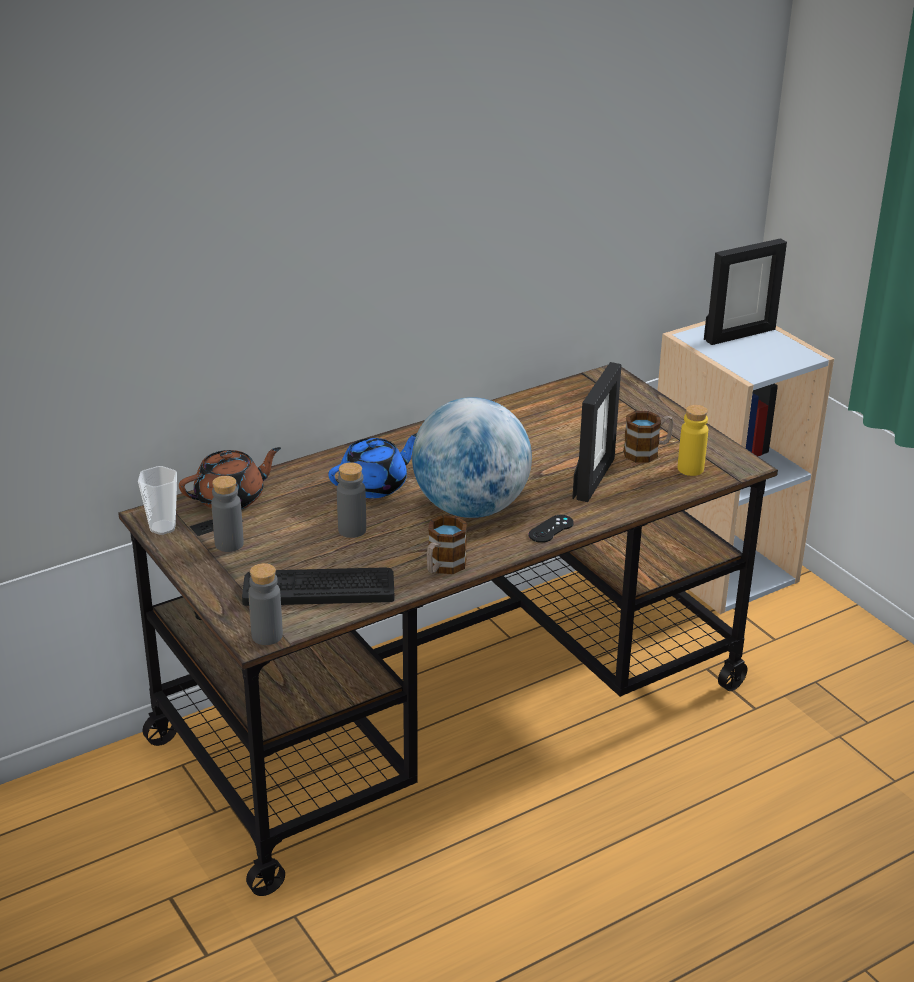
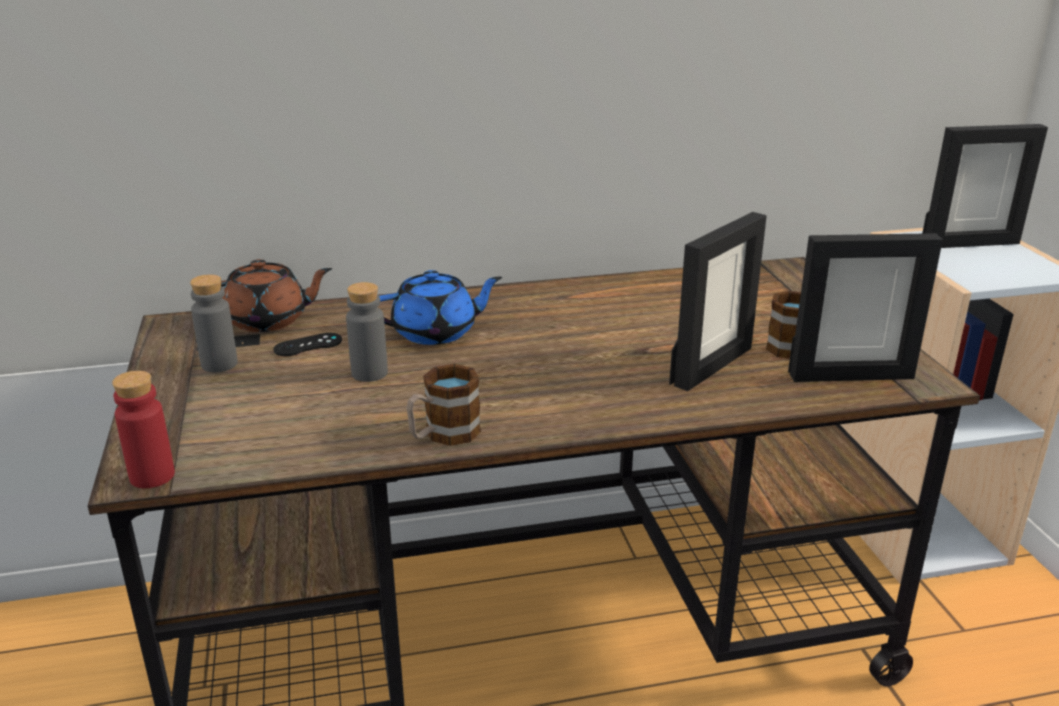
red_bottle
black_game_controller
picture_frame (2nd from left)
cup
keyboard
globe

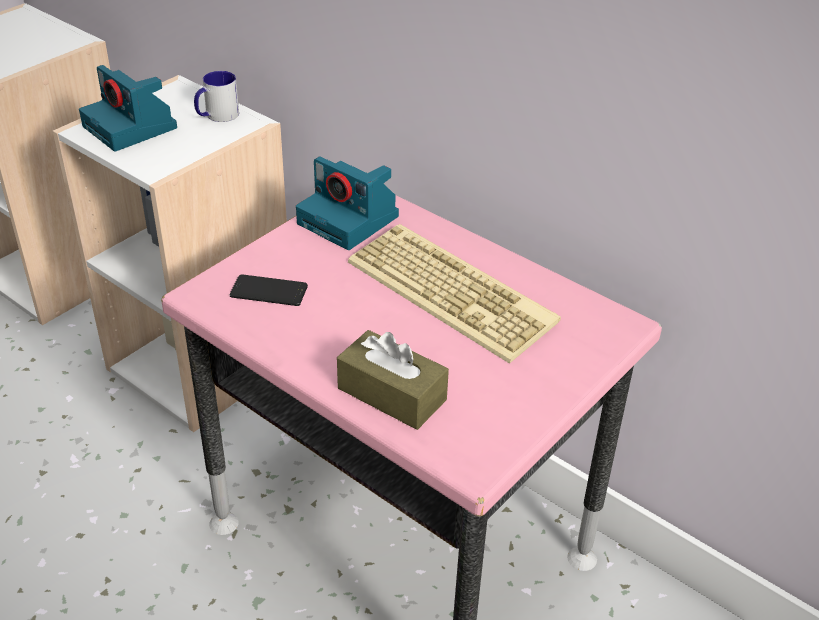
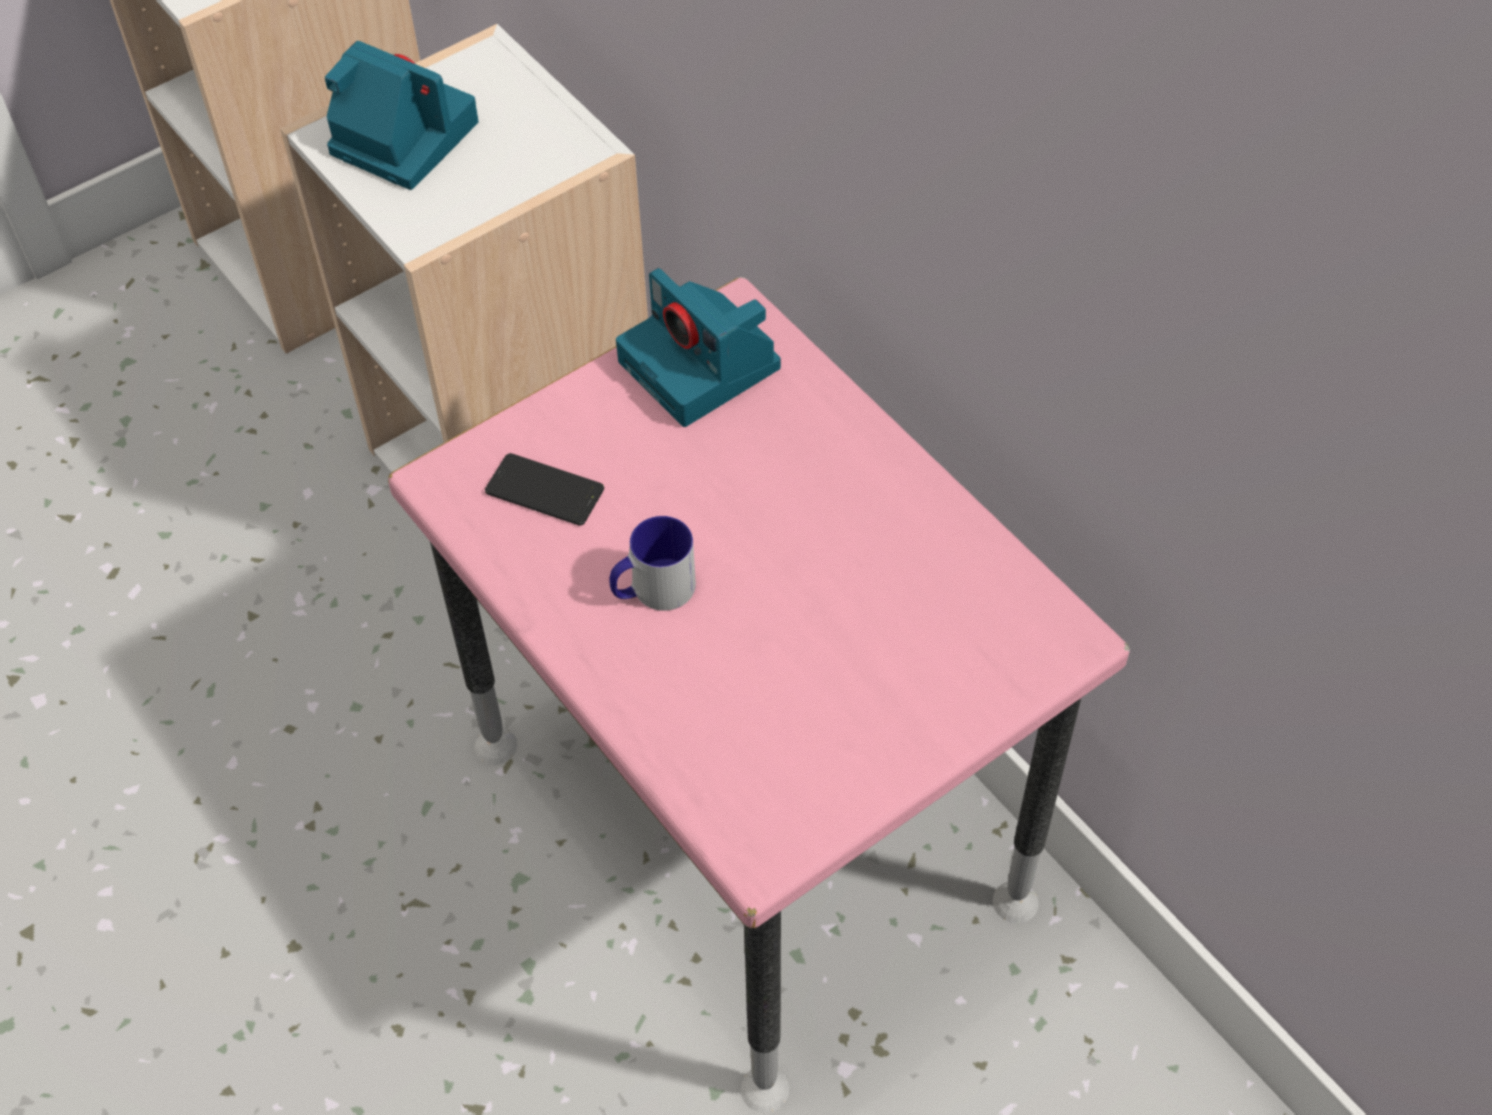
photo_camera (1st from left)
mug
brown_tissue_box
keyboard

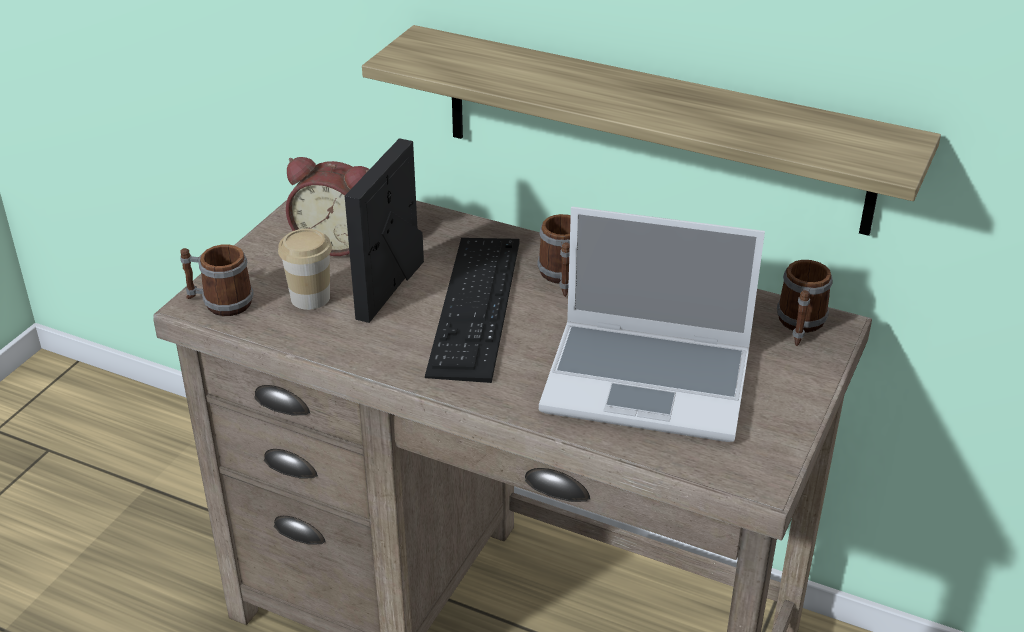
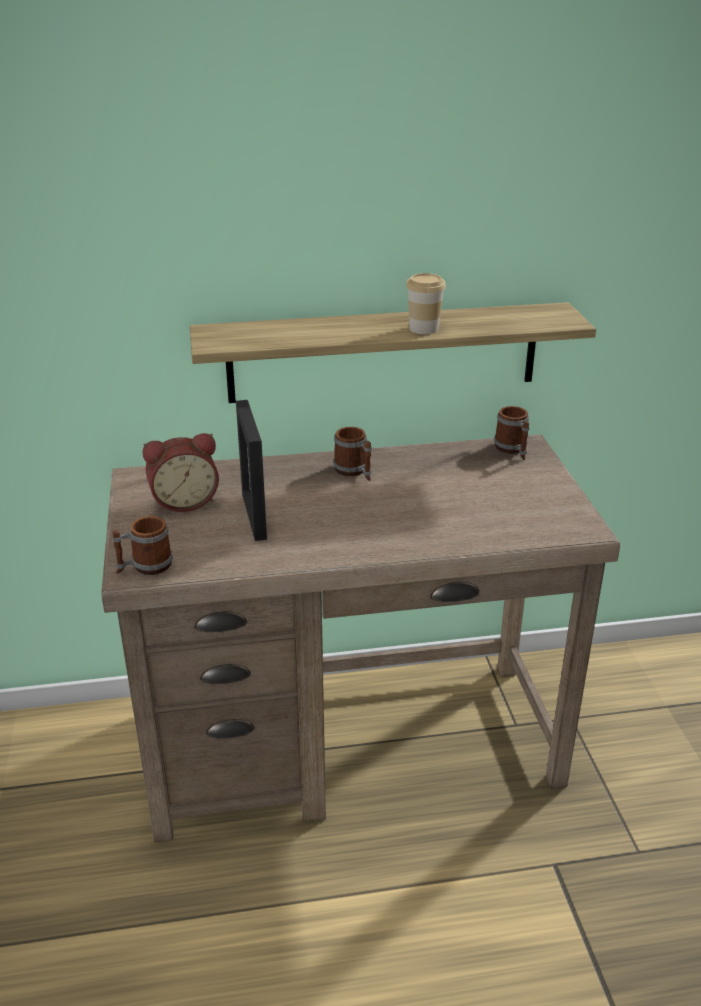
cup
keyboard
laptop

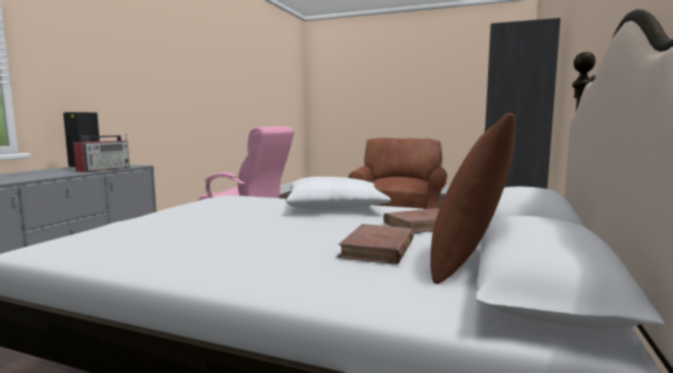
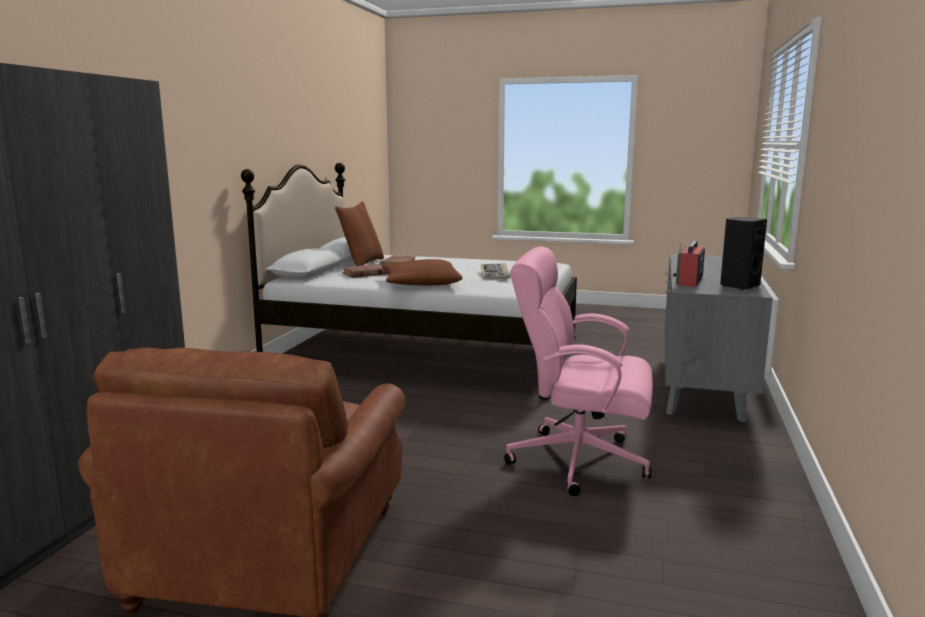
brown_pillow (2nd from left)
keyboard

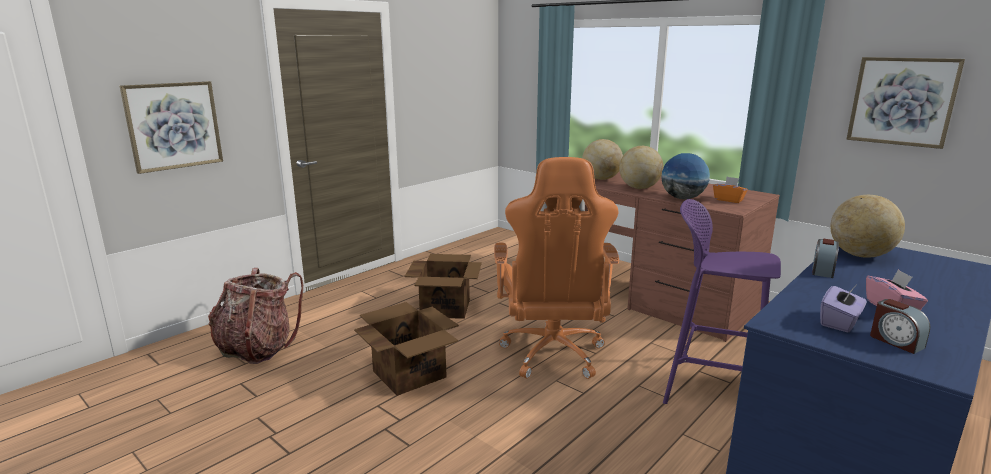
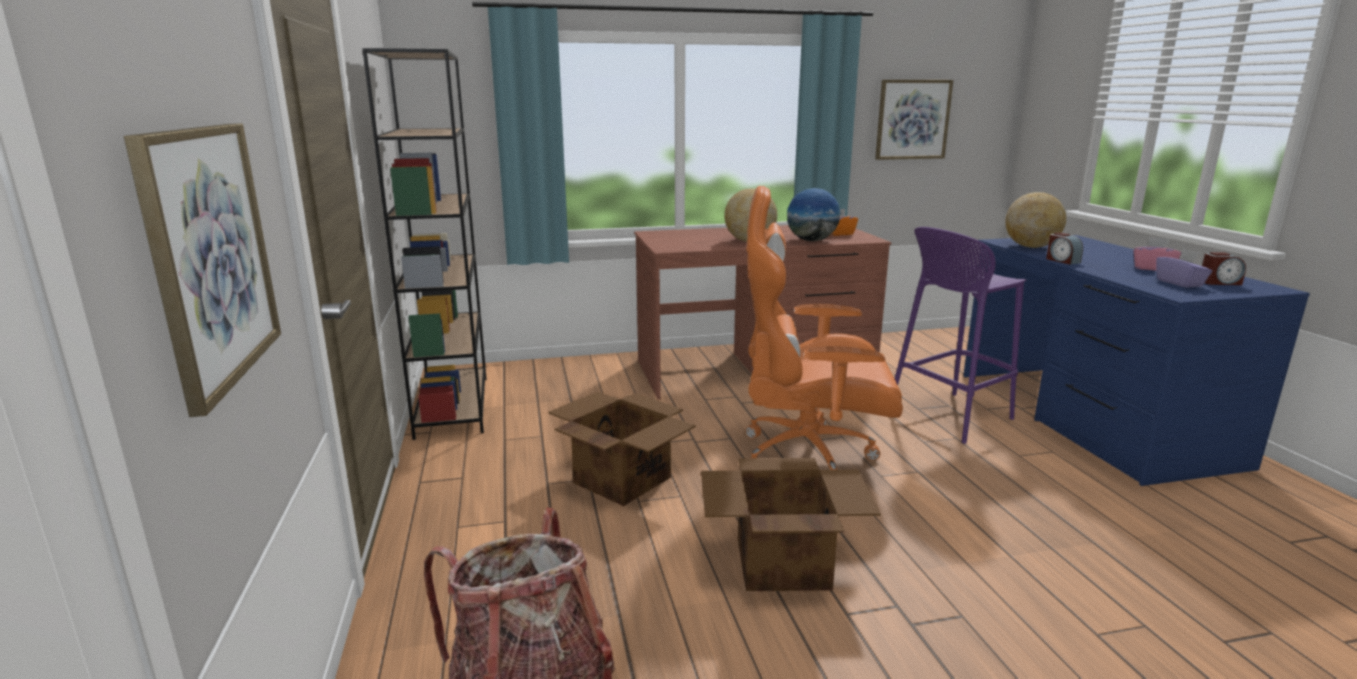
beige_bookcase
orange_office_chair
globe (1st from left in the first image)

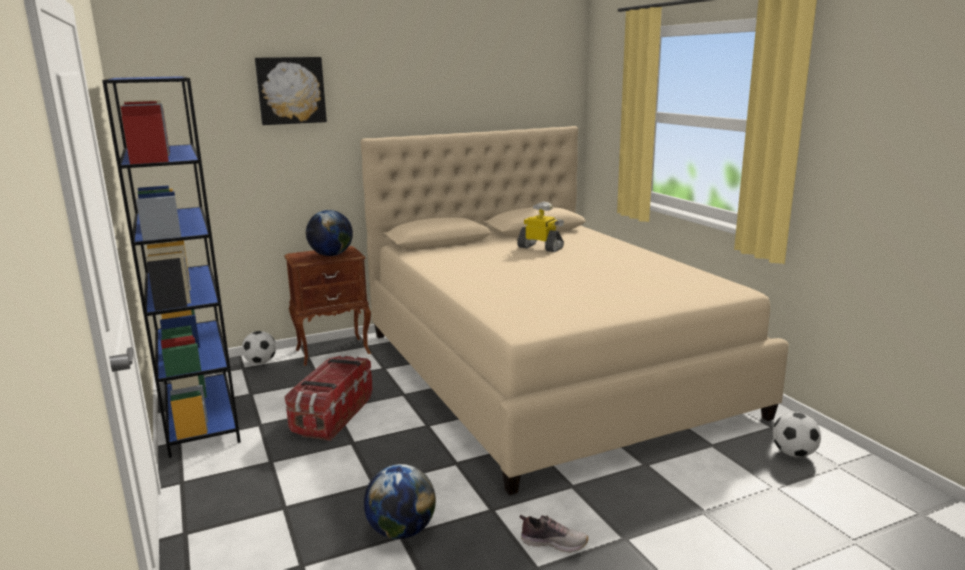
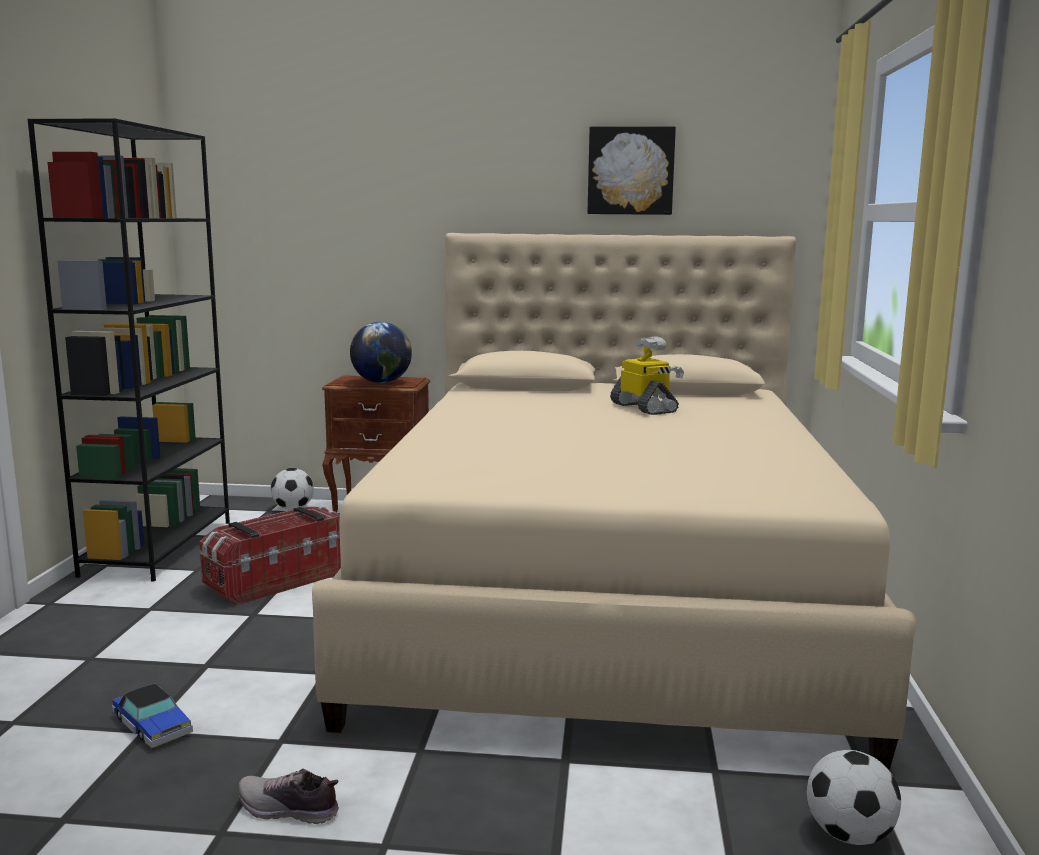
black_bookcase
toy_car
shoe
picture

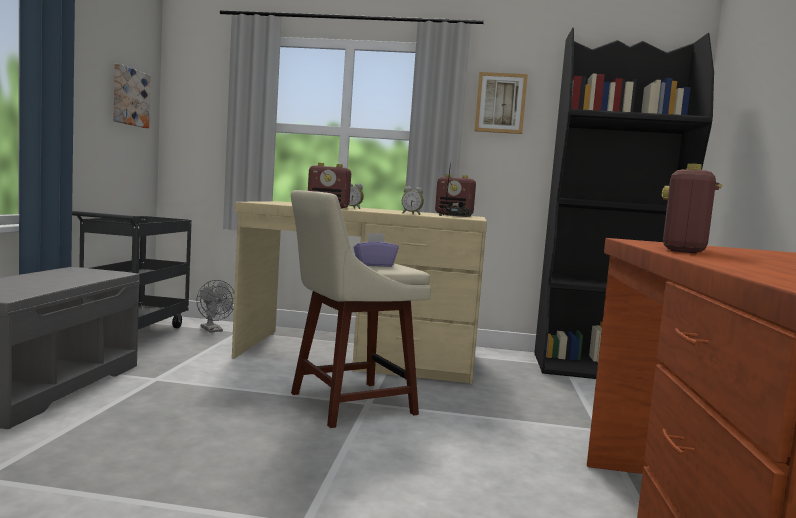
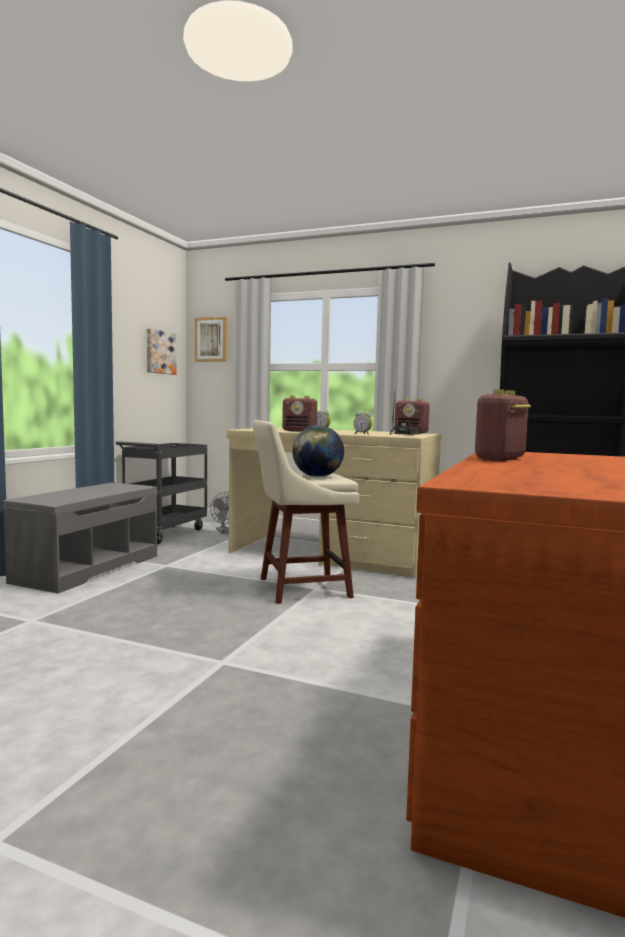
picture (2nd from left)
globe

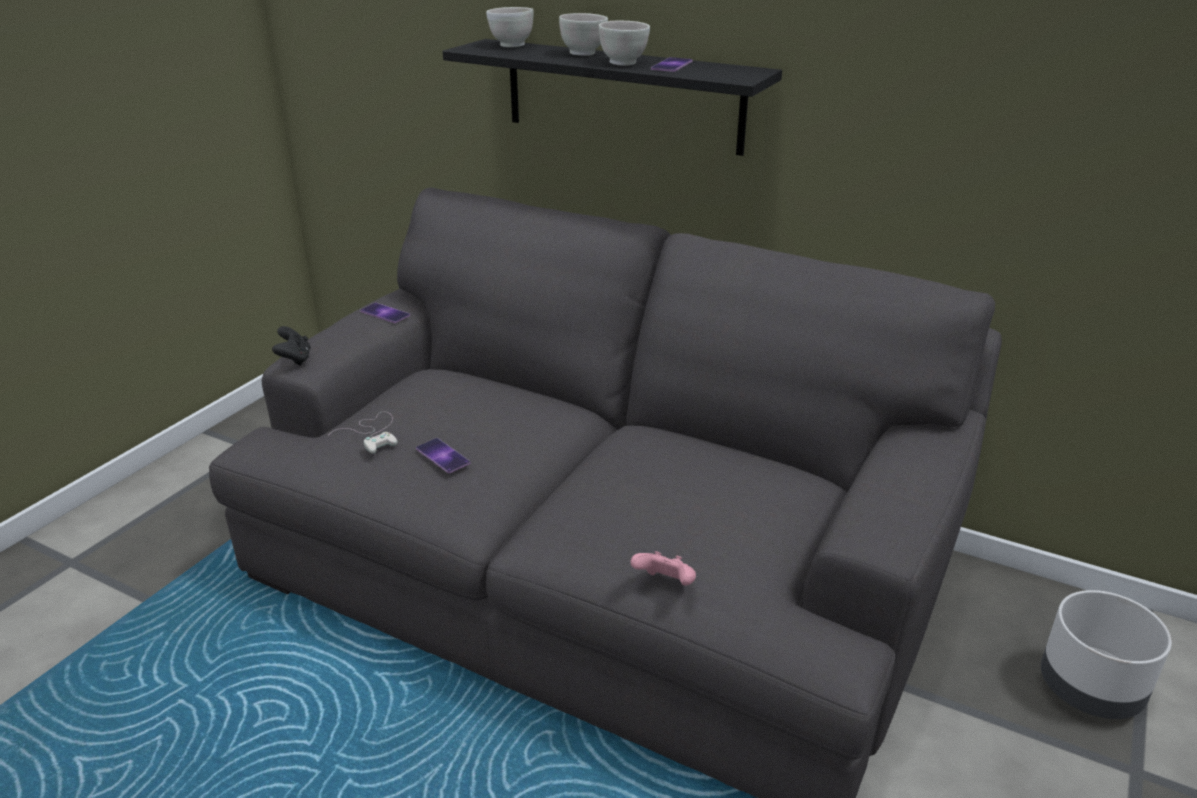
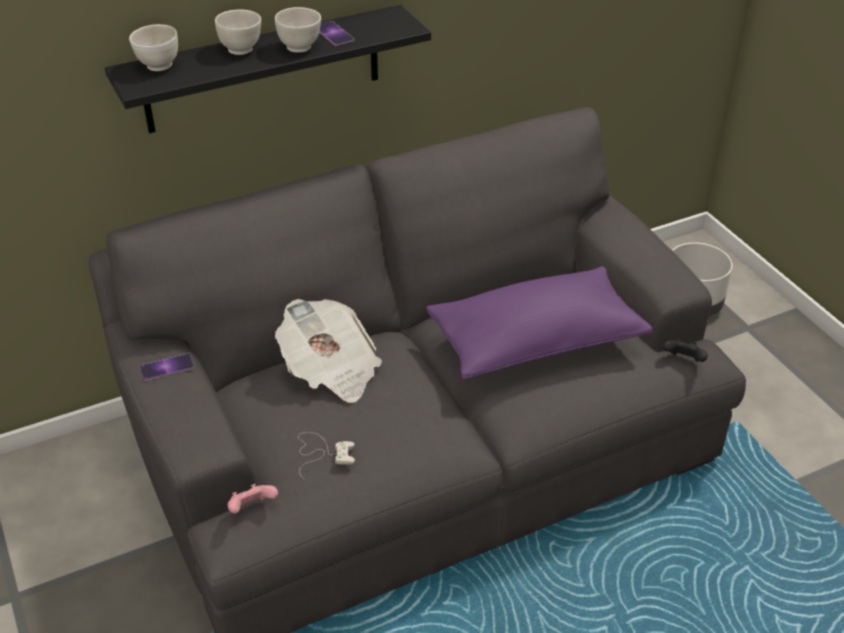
pink_game_controller
newspaper
purple_pillow
black_game_controller
phone (2nd from left in the first image)

